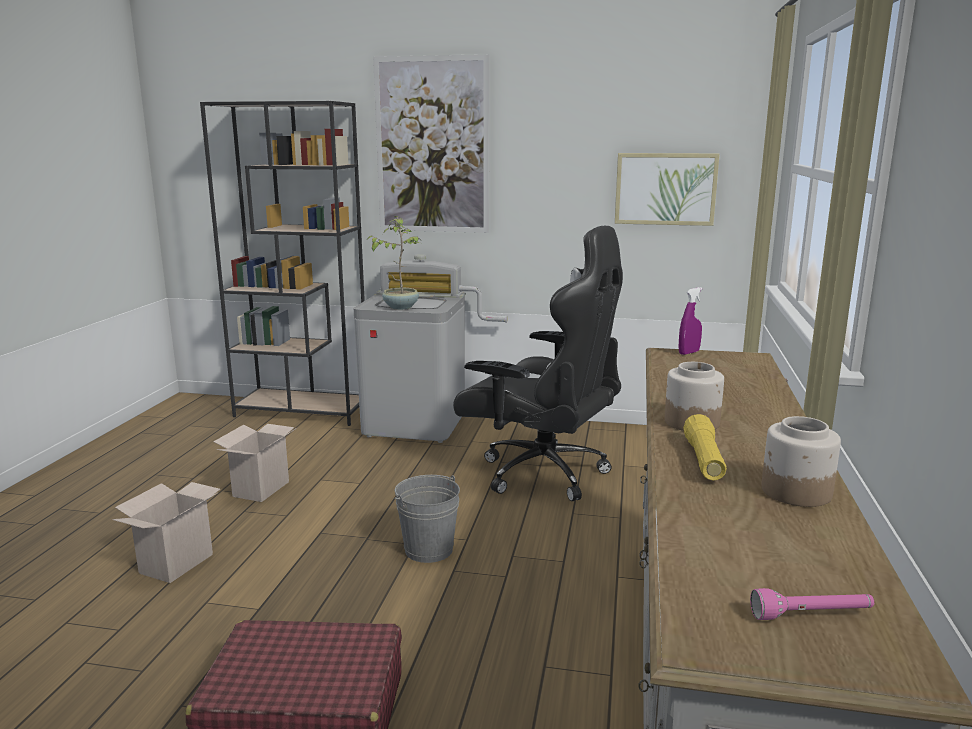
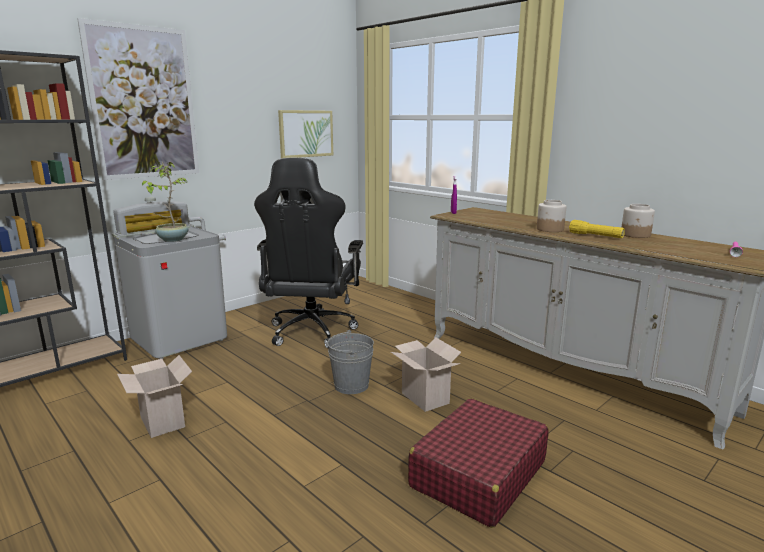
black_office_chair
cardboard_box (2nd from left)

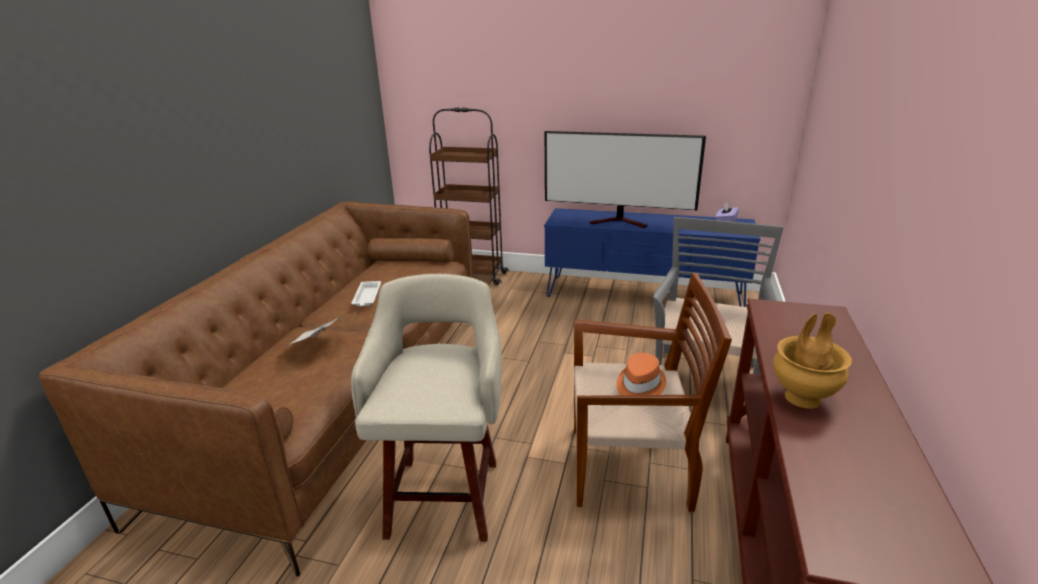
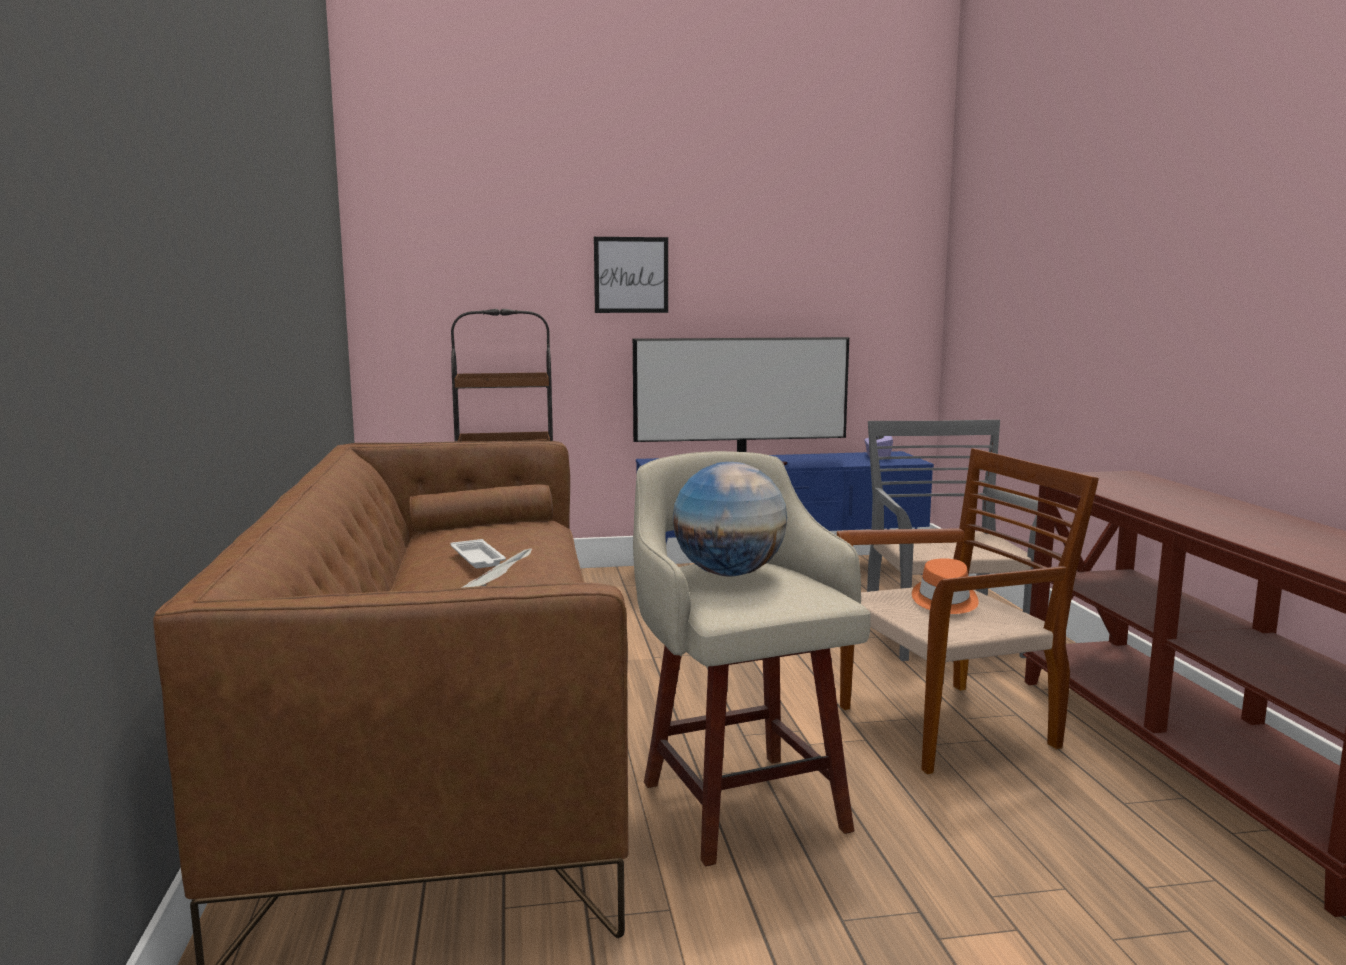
picture
globe
brown_vase

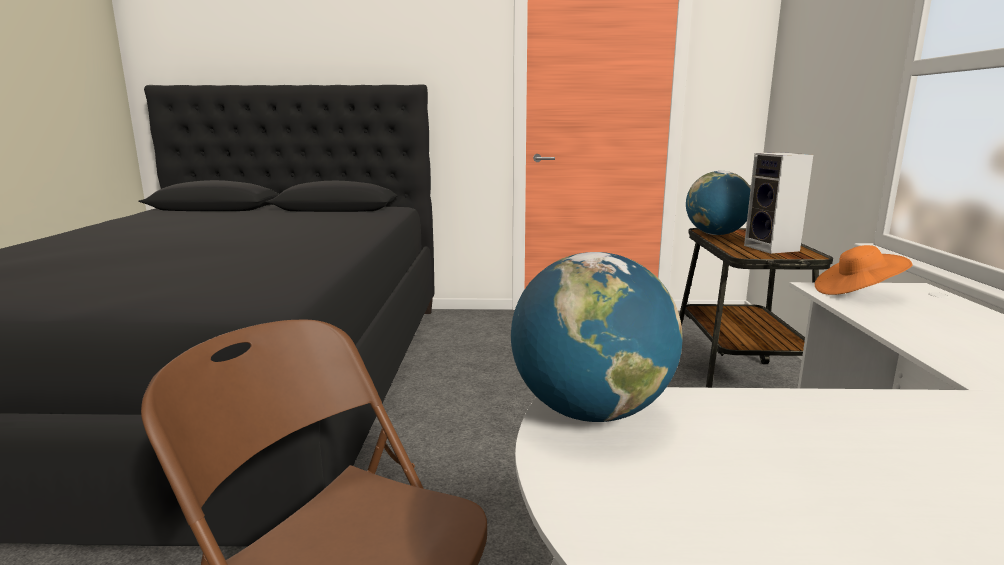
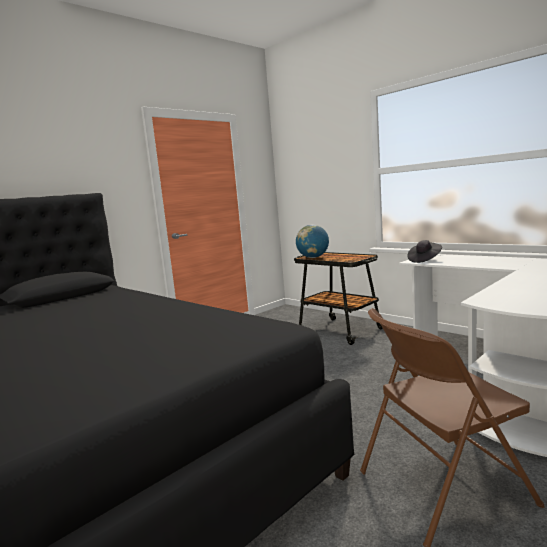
black_hat
globe (1st from left in the first image)
speaker

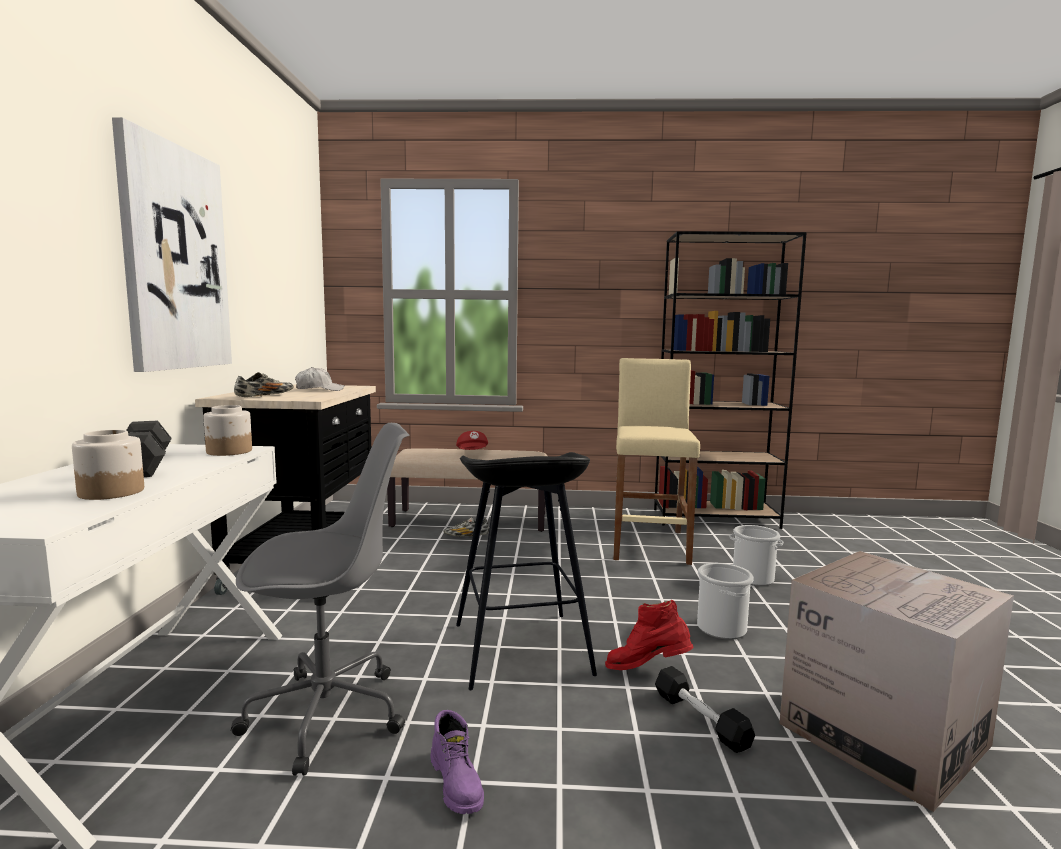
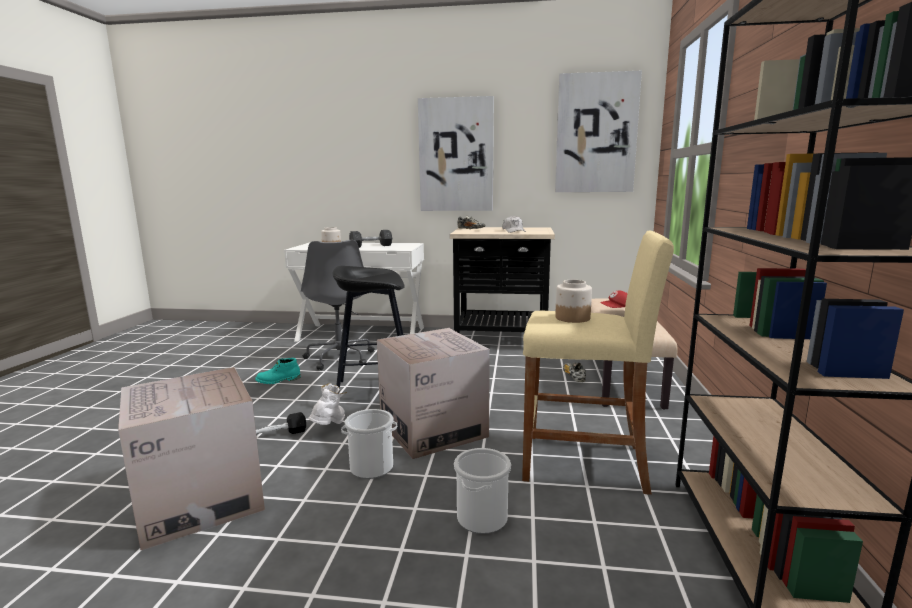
turquoise_boot
white_boot
cardboard_box (2nd from left)
picture (2nd from left)
jar (2nd from left)

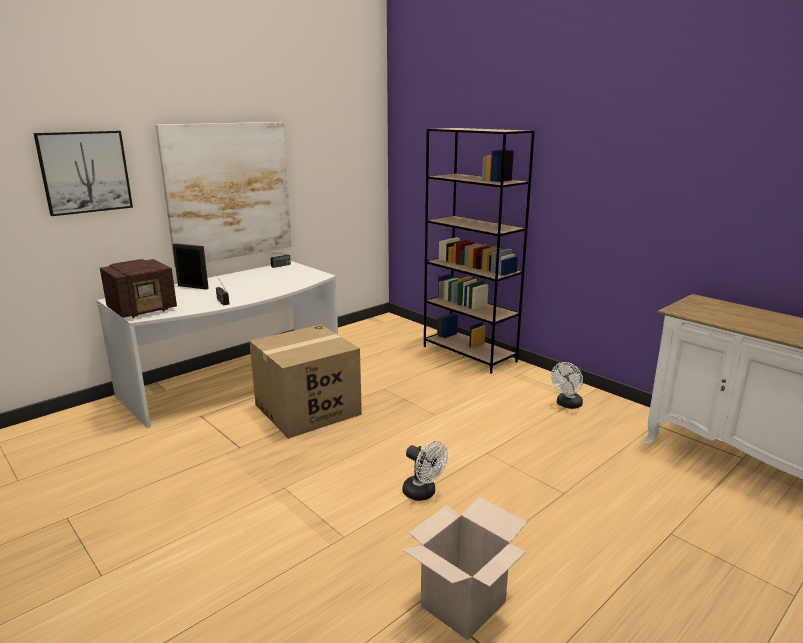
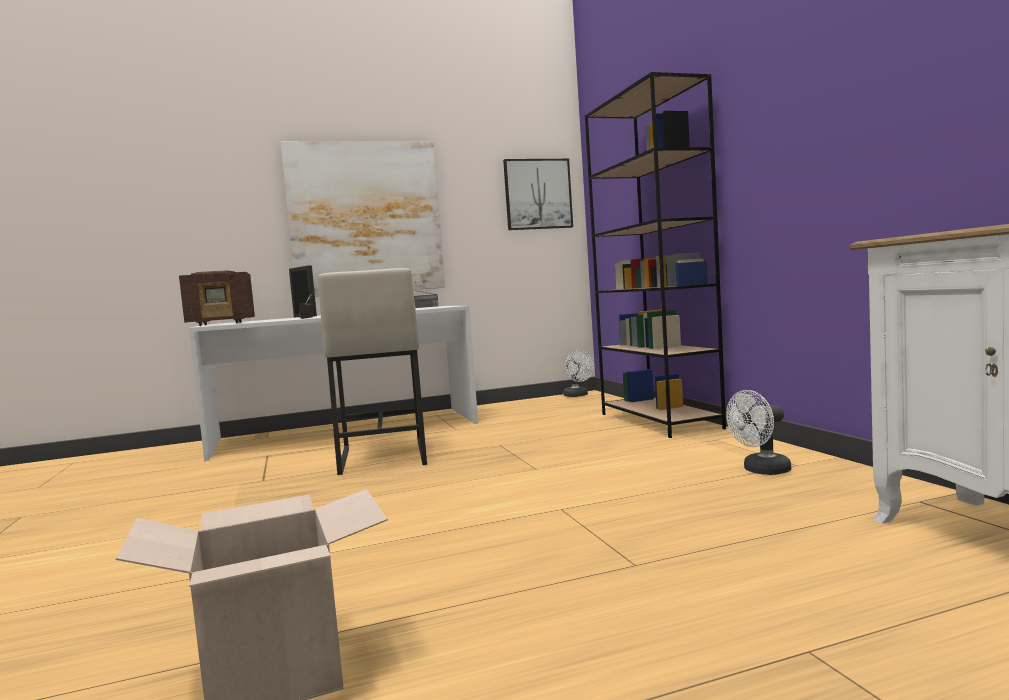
beige_stool
picture (2nd from left)
white_fan (1st from left)

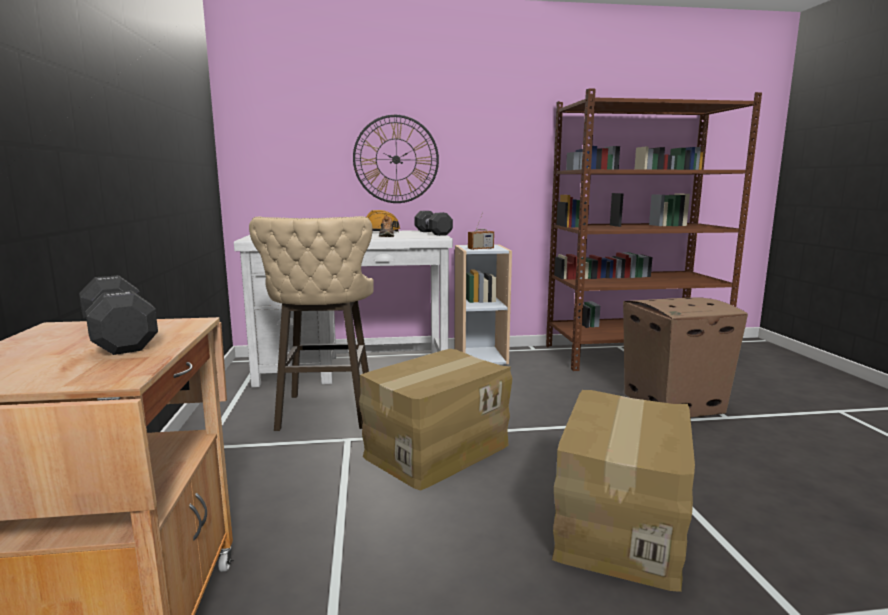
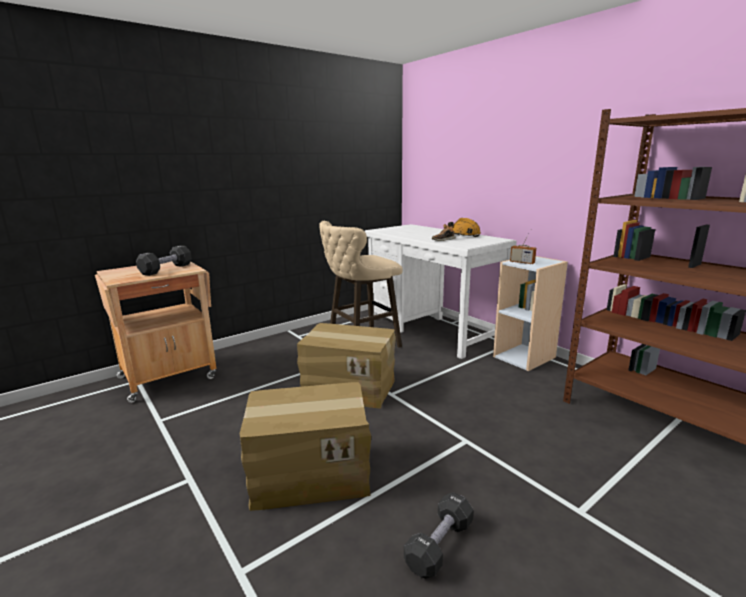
black_dumbbell (2nd from left)
wall_clock
cardboard_box (3rd from left in the first image)

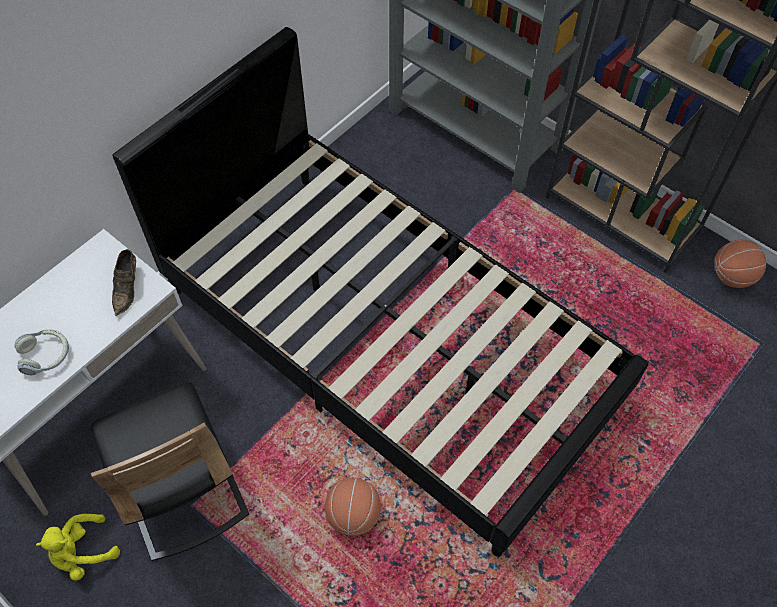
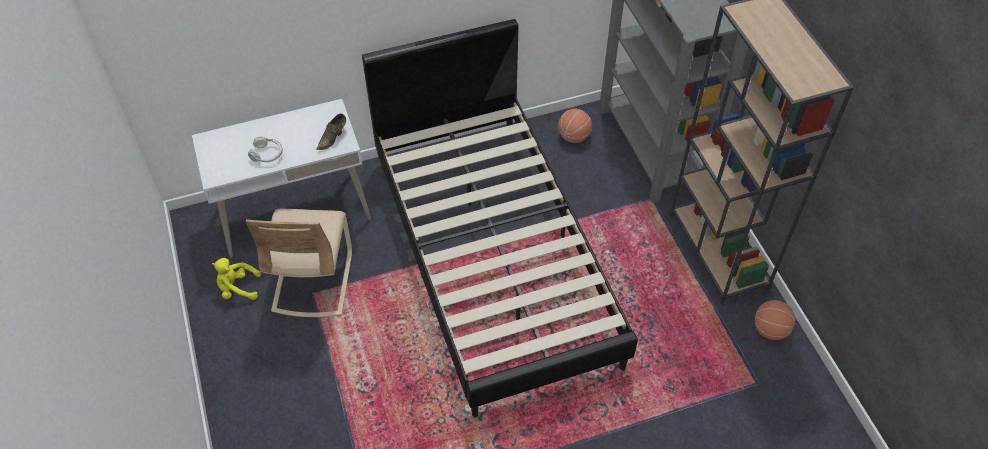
beige_chair
basketball (1st from left)

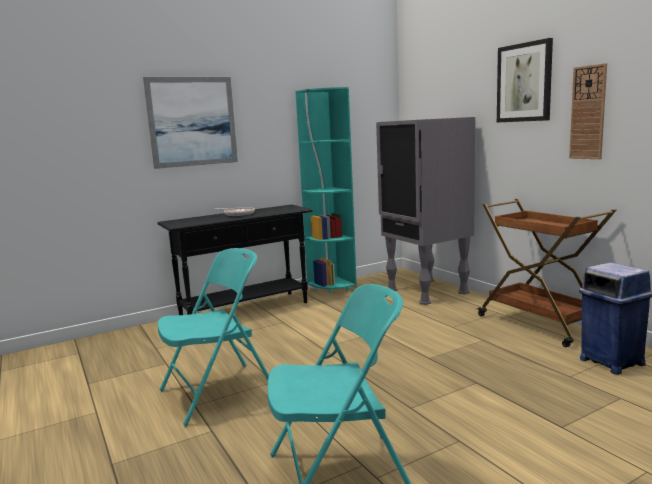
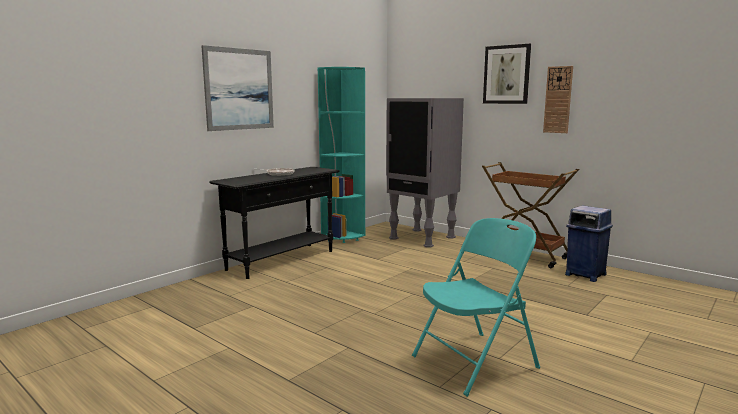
turquoise_chair (1st from left in the first image)

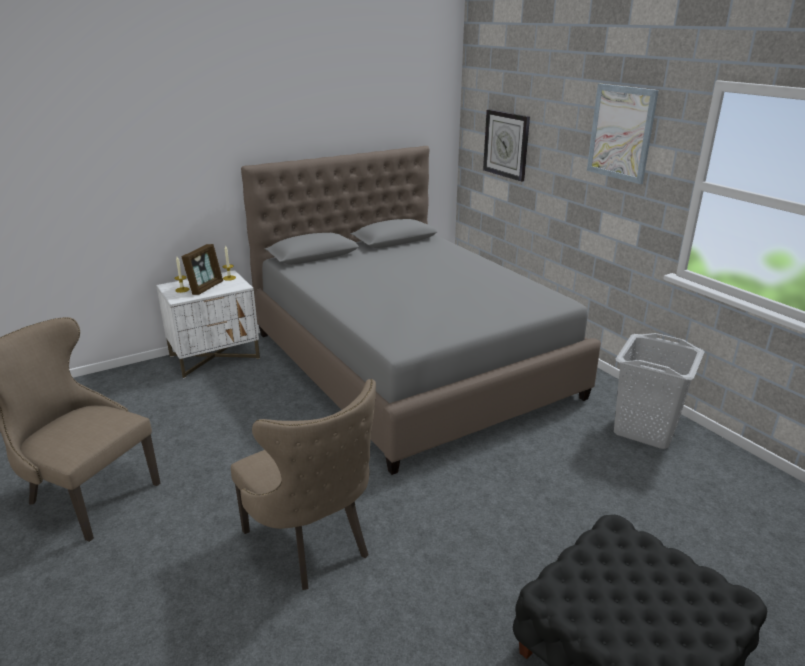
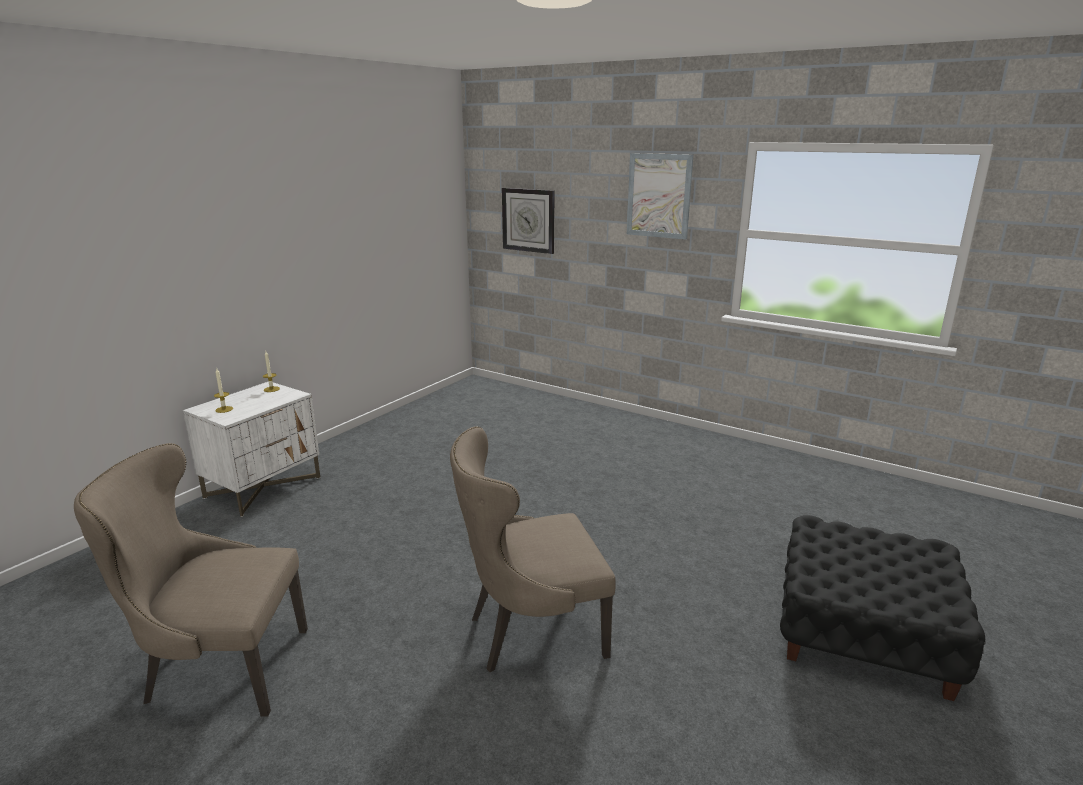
beige_chair (2nd from left)
picture_frame
grey_bed
grey_laundry_basket

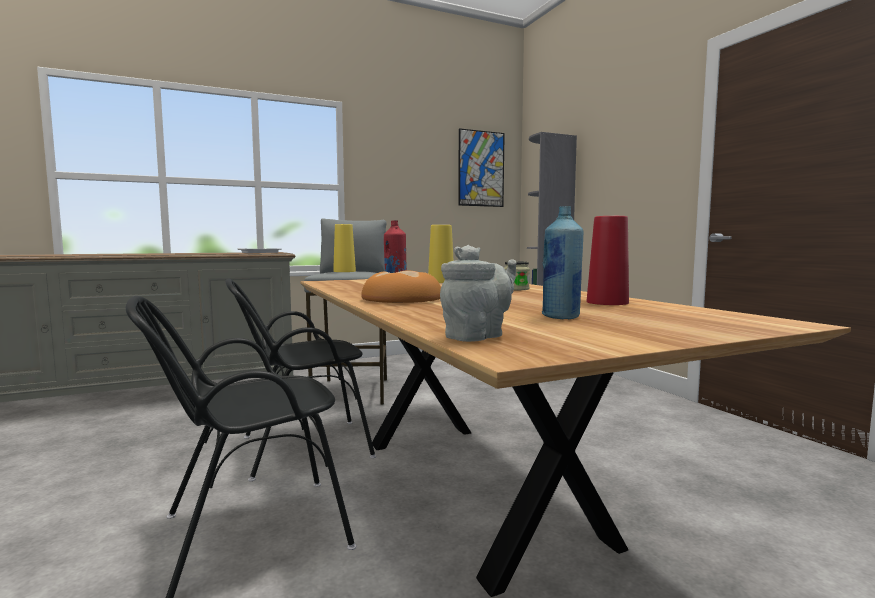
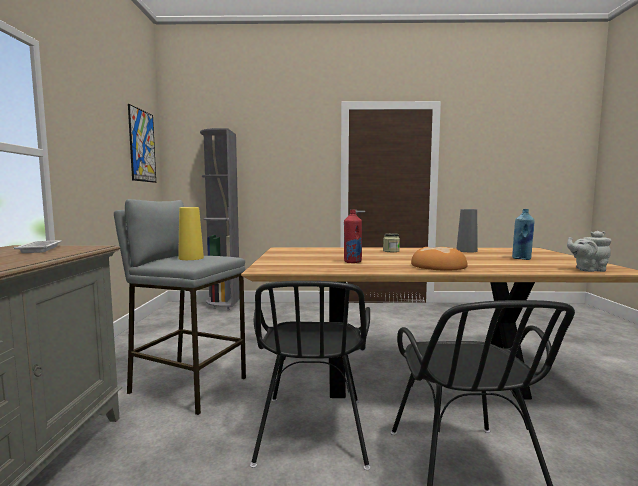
grey_vase
grey_teapot
yellow_vase (2nd from left in the first image)

